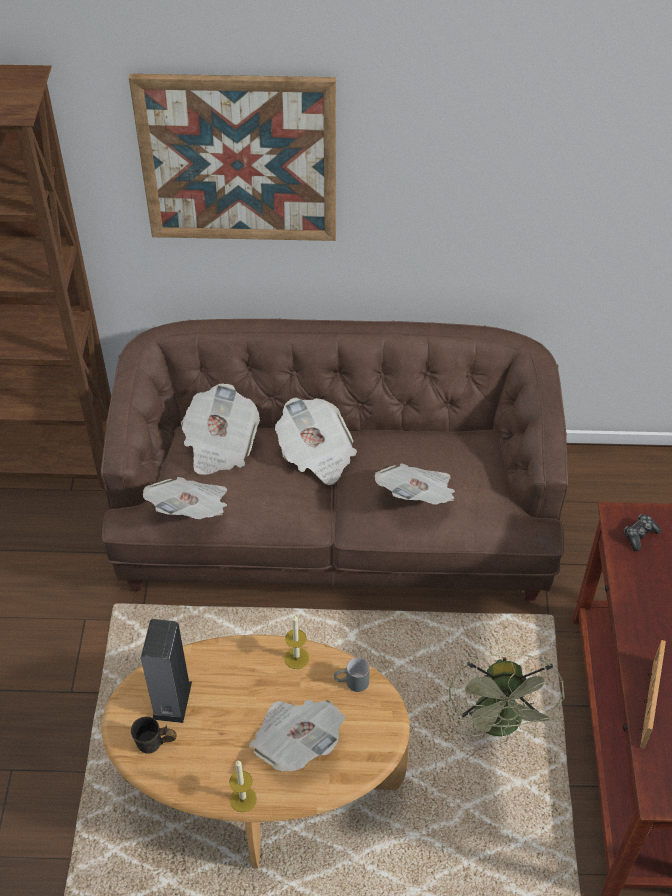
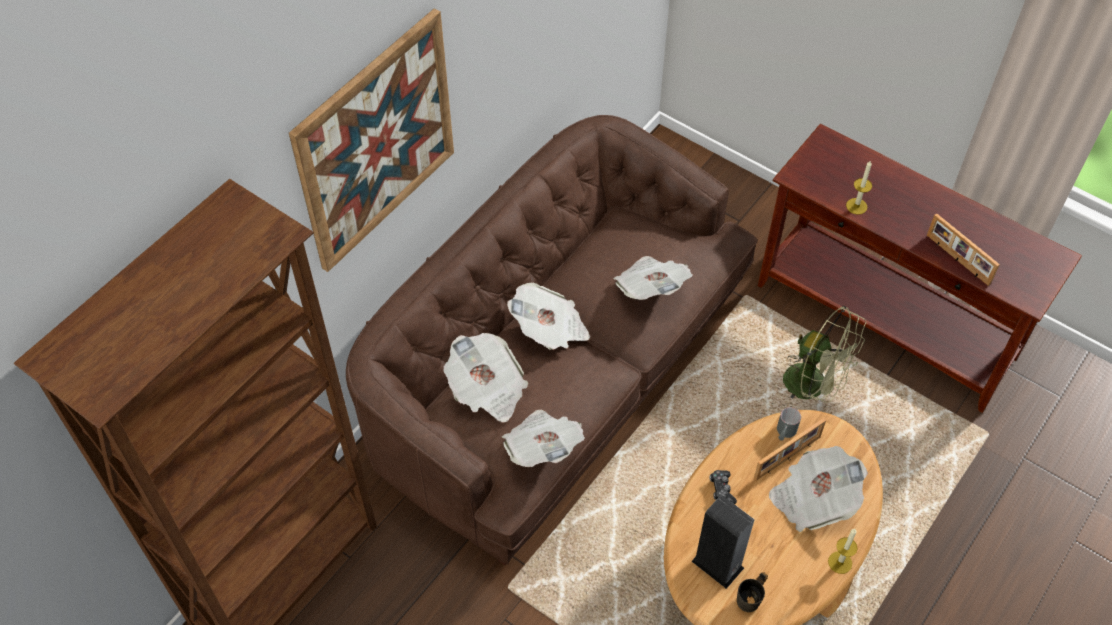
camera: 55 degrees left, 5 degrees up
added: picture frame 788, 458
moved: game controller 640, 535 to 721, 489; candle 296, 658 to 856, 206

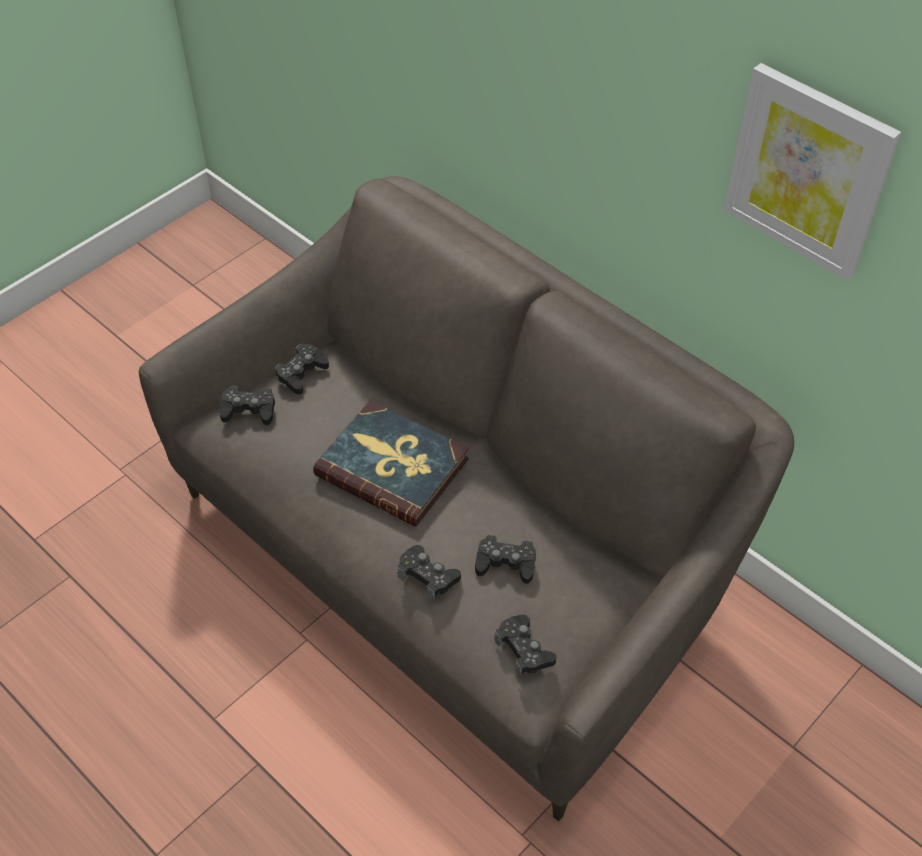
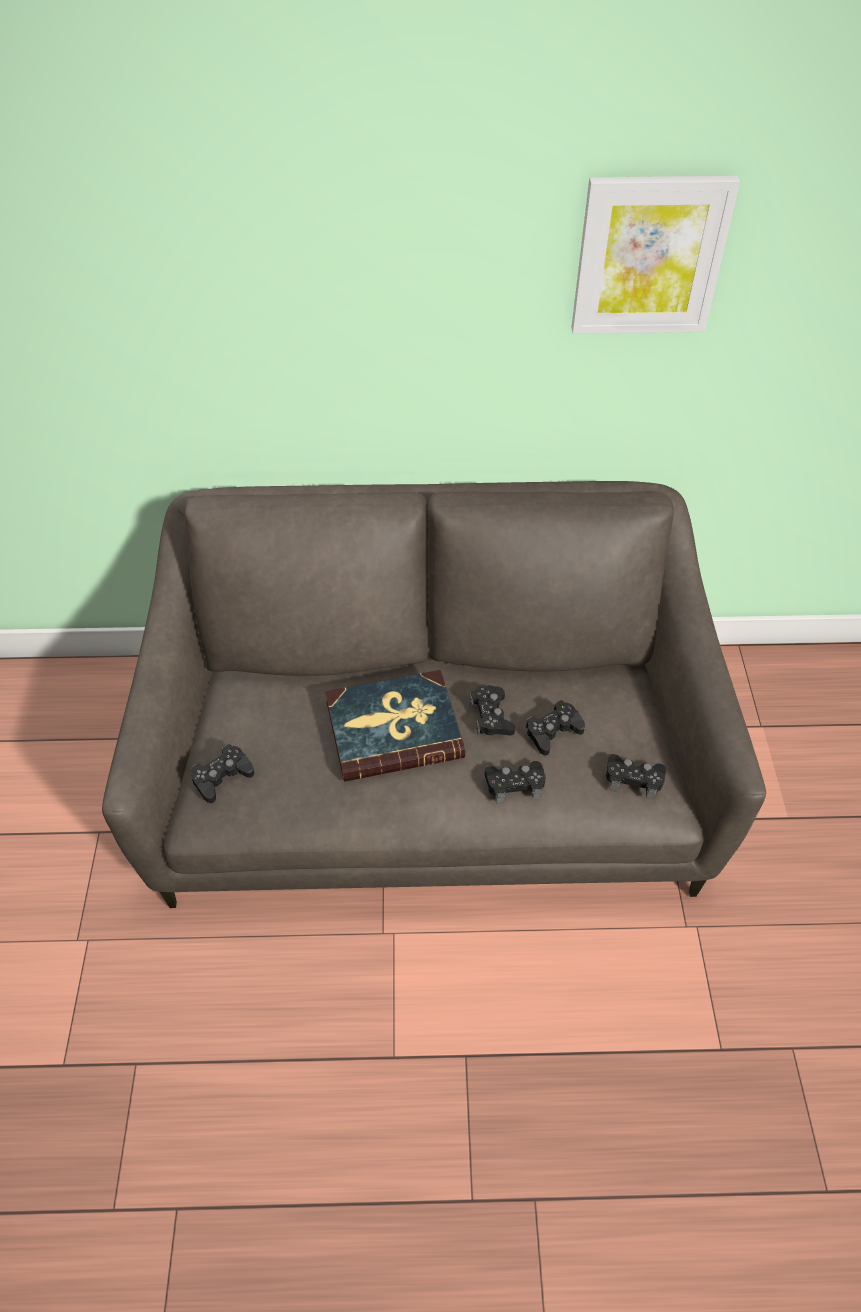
camera: 45 degrees left, 0 degrees up
moved: game controller (black) 301, 373 to 491, 716

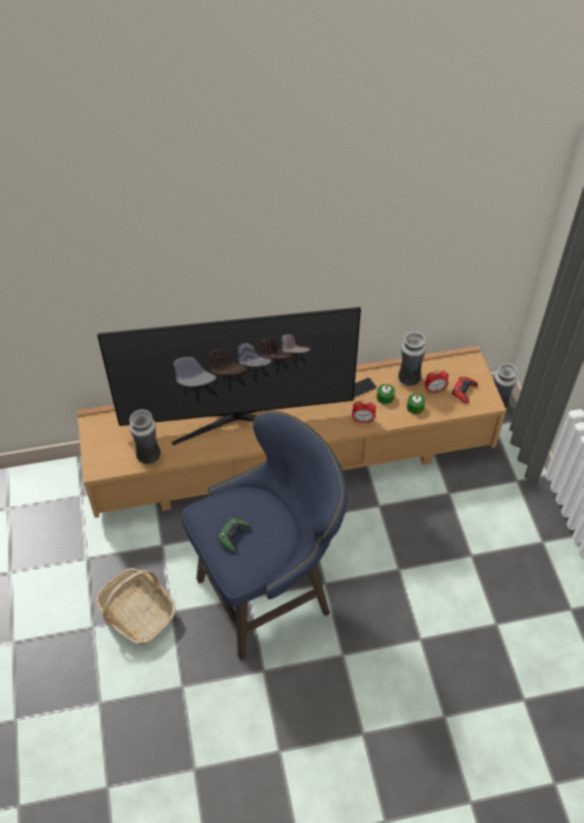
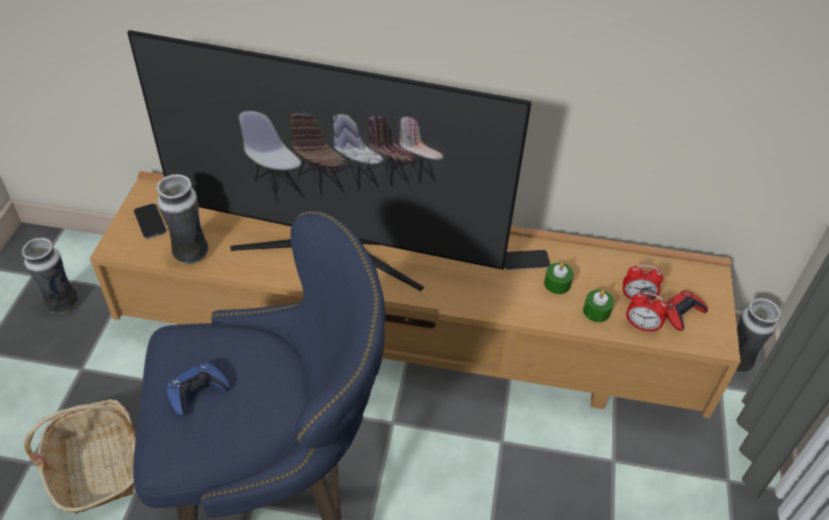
camera: 20 degrees right, 5 degrees down
added: phone 150, 222
moved: vase 408, 379 to 62, 304; alarm clock 363, 420 to 641, 326
recoloured: game controller (green) 234, 536 to game controller (blue) 197, 392

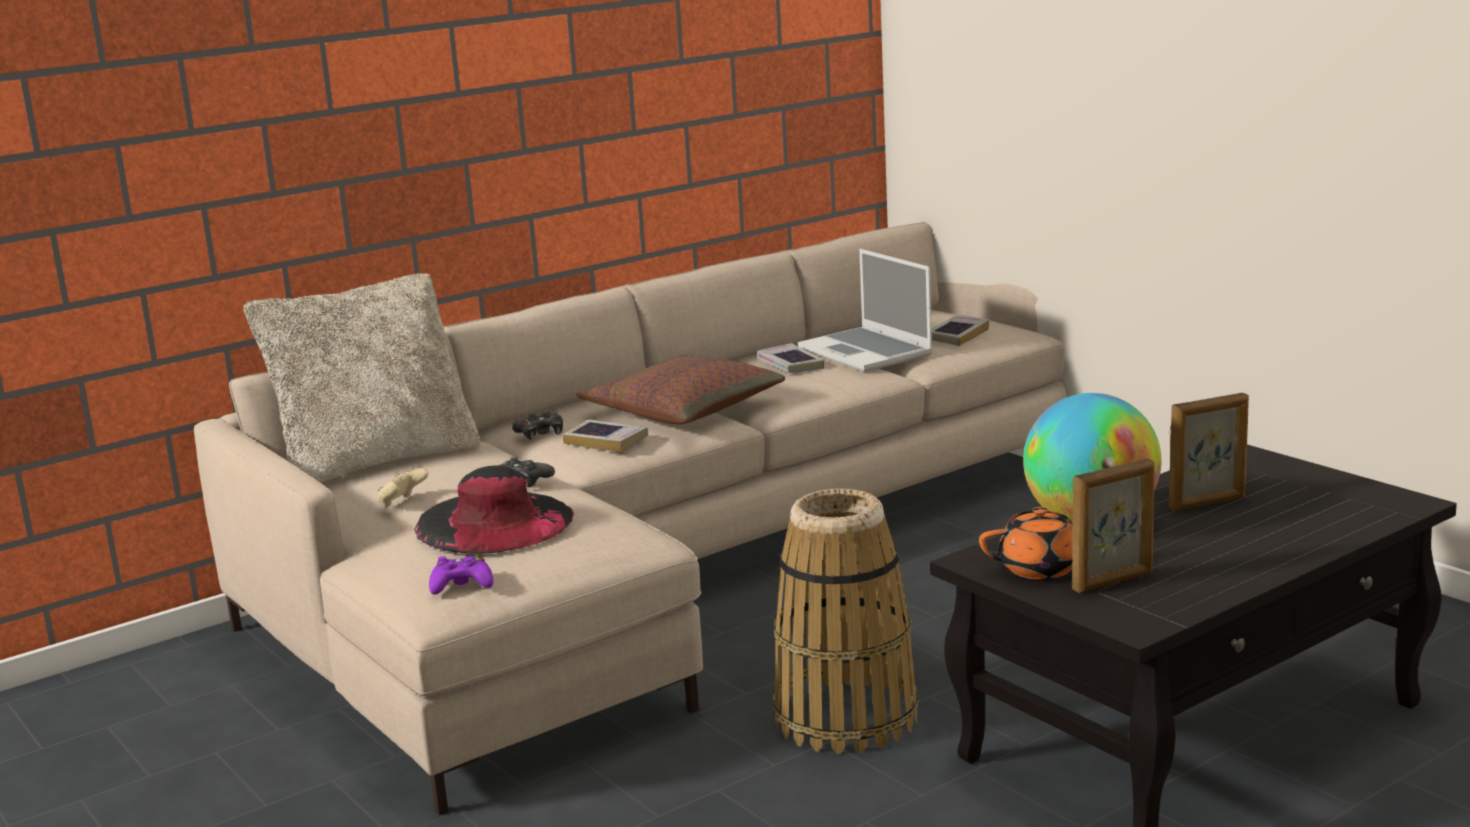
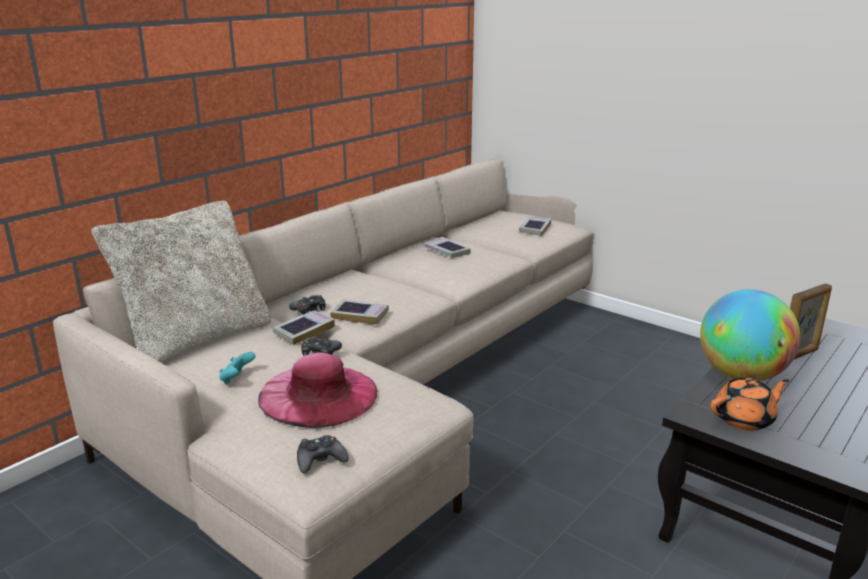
camera: 15 degrees left, 5 degrees up
removed: laptop 867, 352; pillow (brown) 682, 410; picture frame 1113, 582; basket 846, 717
added: book 304, 331
recoloured: hat (black) 494, 522 to hat (pink) 318, 394; game controller (beige) 402, 503 to game controller (turquoise) 237, 379; game controller (purple) 461, 585 to game controller (black) 320, 460

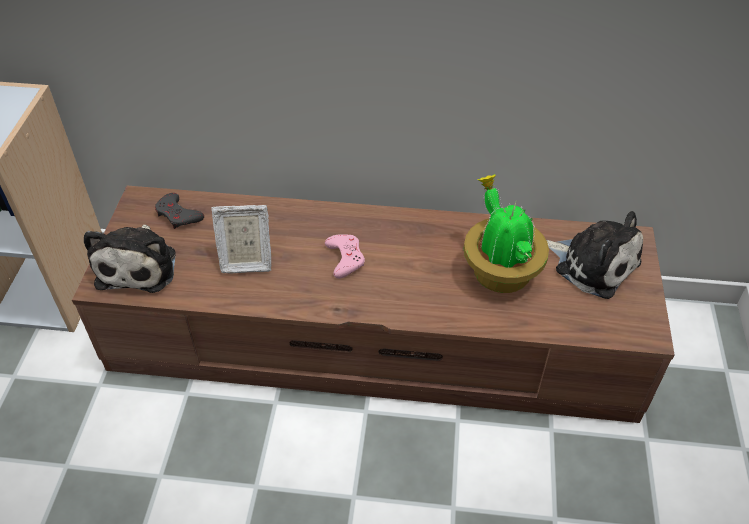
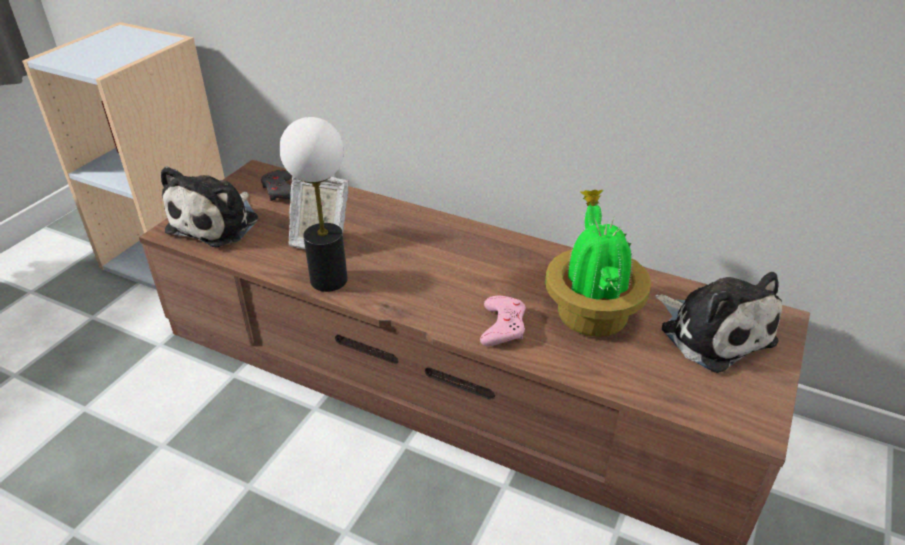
camera: 20 degrees right, 10 degrees down
added: table lamp 329, 280
moved: game controller (pink) 345, 258 to 503, 326

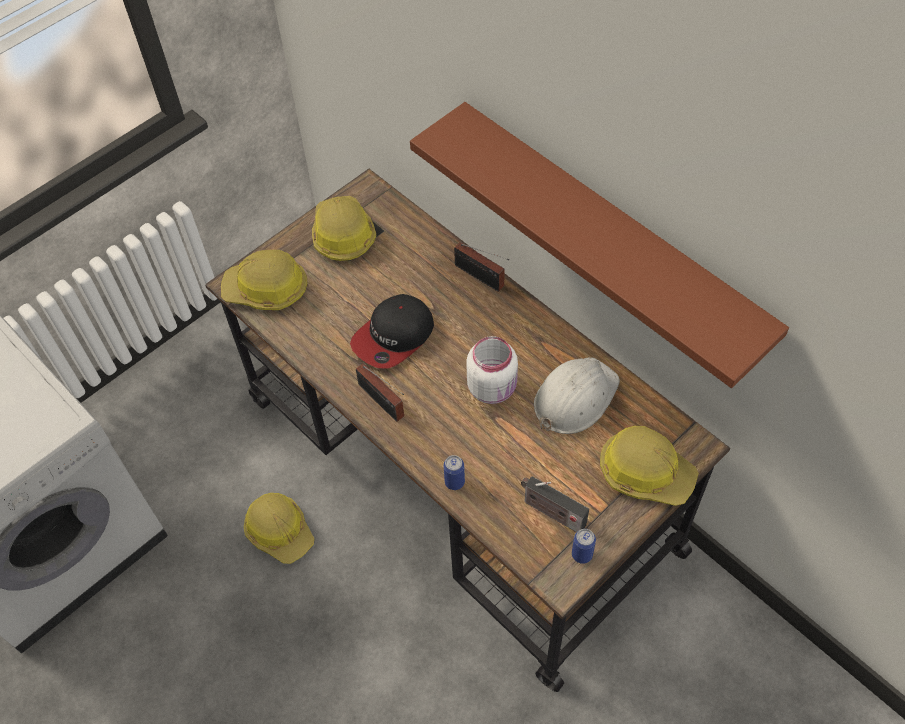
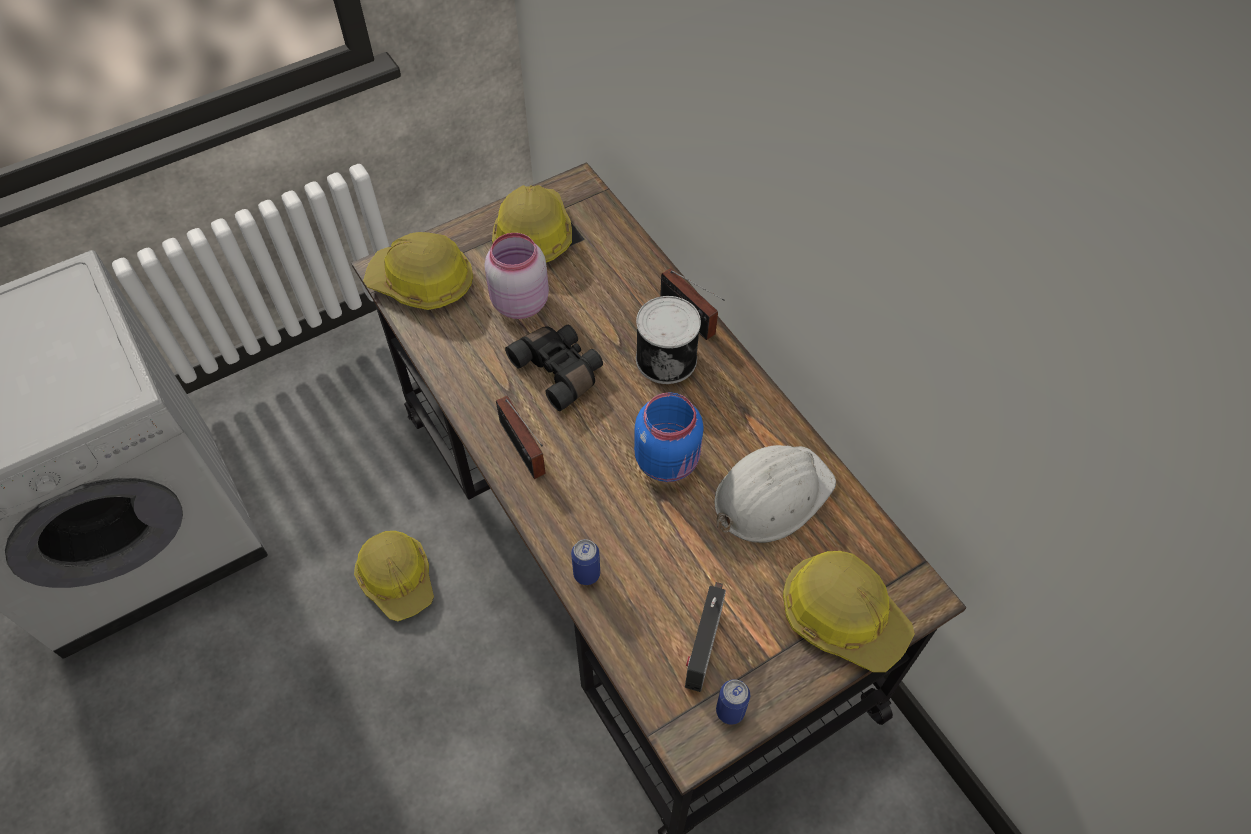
camera: 10 degrees right, 0 degrees up
removed: shelf (brown) 609, 234
added: jar (pink) 518, 302; can 666, 357
replaced: cap 394, 337 to binoculars (black) 560, 370
recoloured: jar (white) 493, 387 to jar (blue) 669, 460
turned: radio 551, 512 = 703, 643 60 degrees clockwise

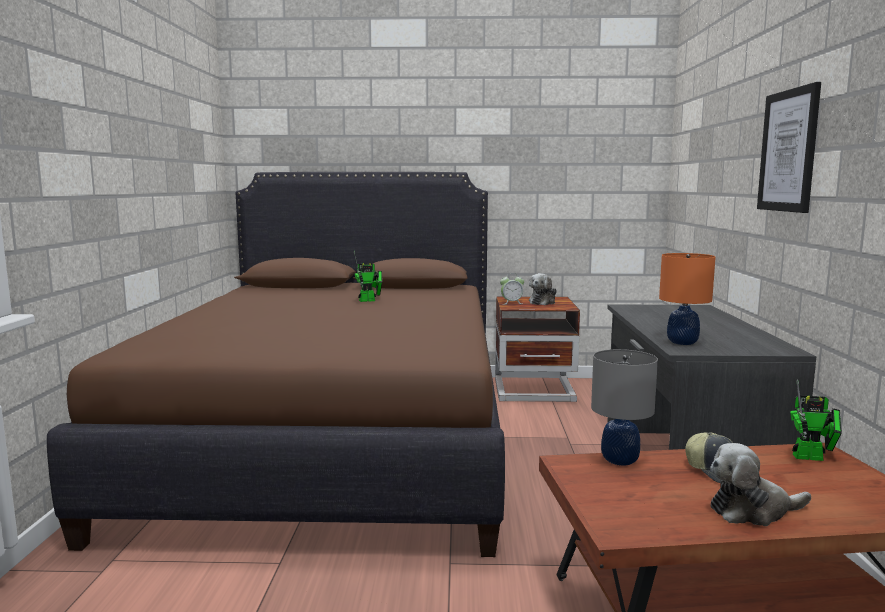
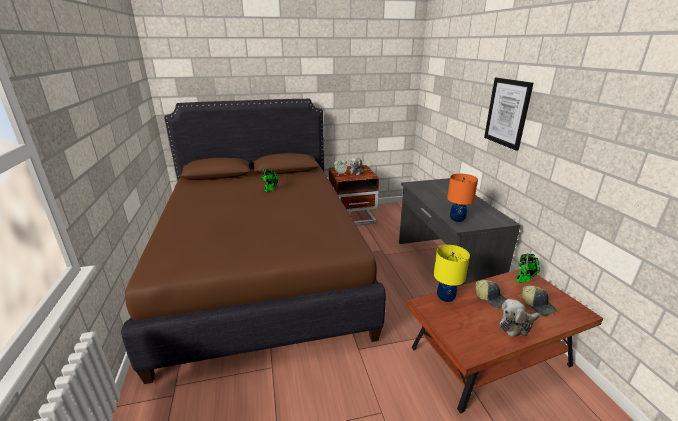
camera: 15 degrees left, 15 degrees up
added: cap 537, 305
recoloured: table lamp (grey) 621, 461 to table lamp (yellow) 446, 297

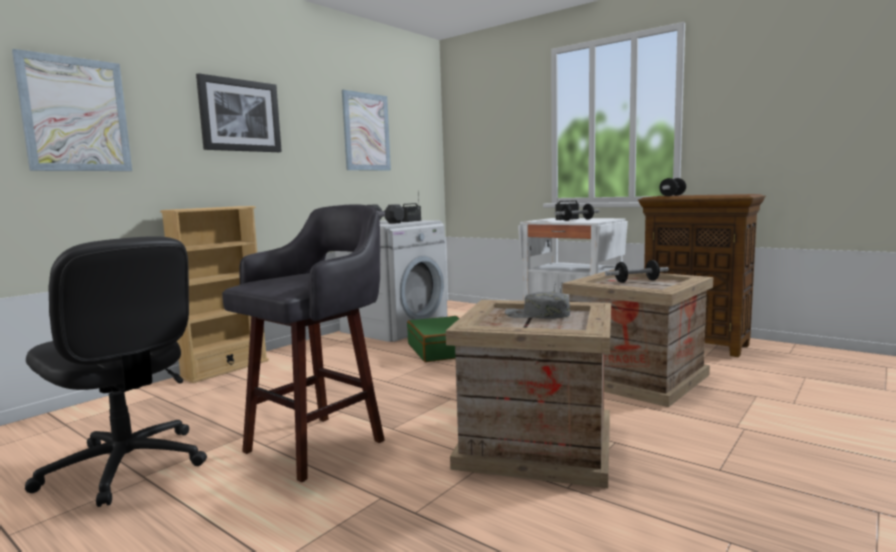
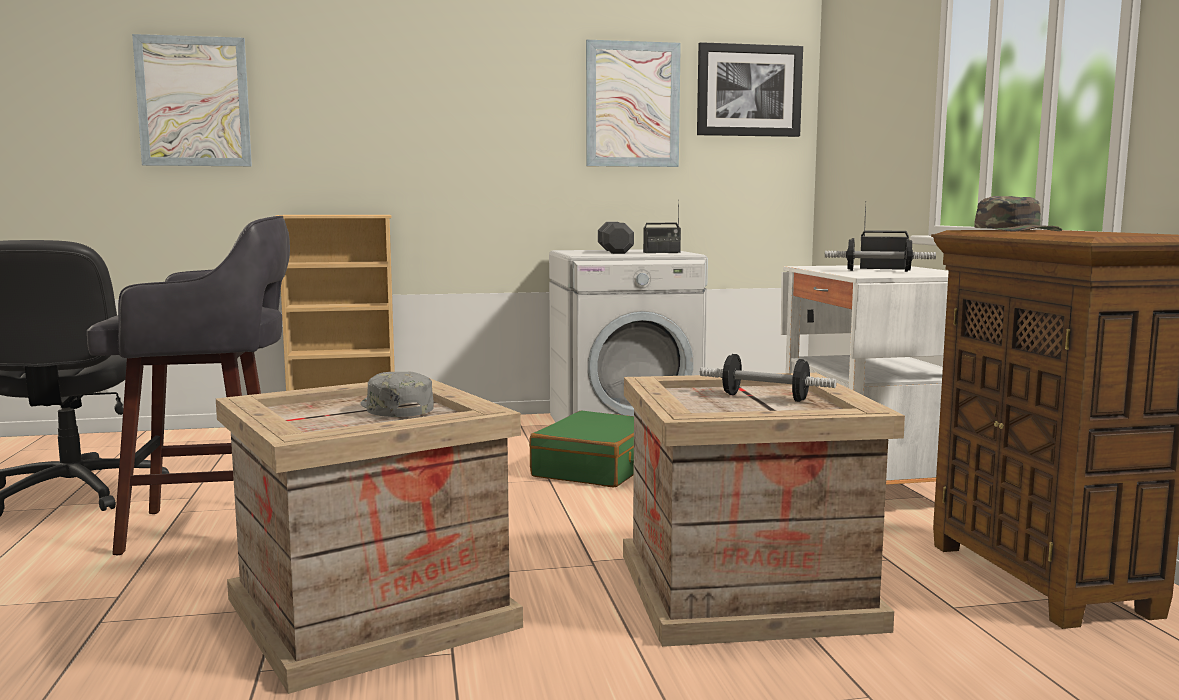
camera: 40 degrees right, 0 degrees up
moved: picture 240, 115 to 749, 90
replaced: dumbbell 672, 195 to cap (green) 1016, 230

